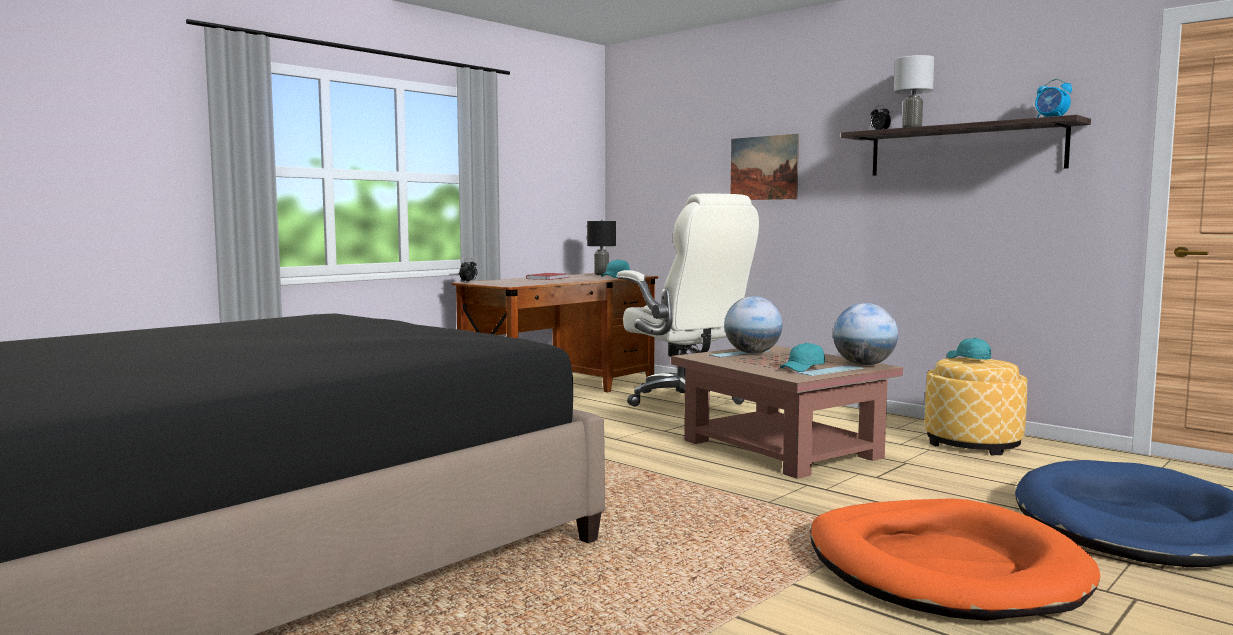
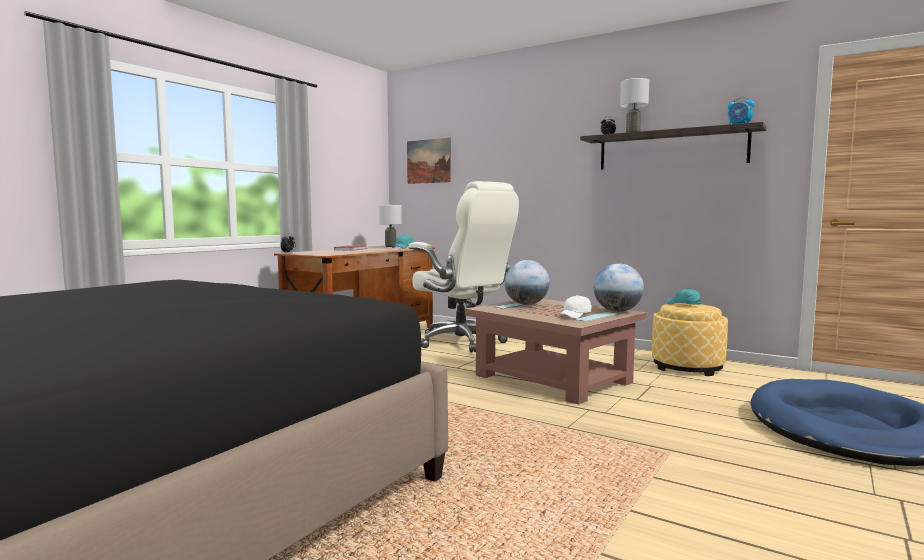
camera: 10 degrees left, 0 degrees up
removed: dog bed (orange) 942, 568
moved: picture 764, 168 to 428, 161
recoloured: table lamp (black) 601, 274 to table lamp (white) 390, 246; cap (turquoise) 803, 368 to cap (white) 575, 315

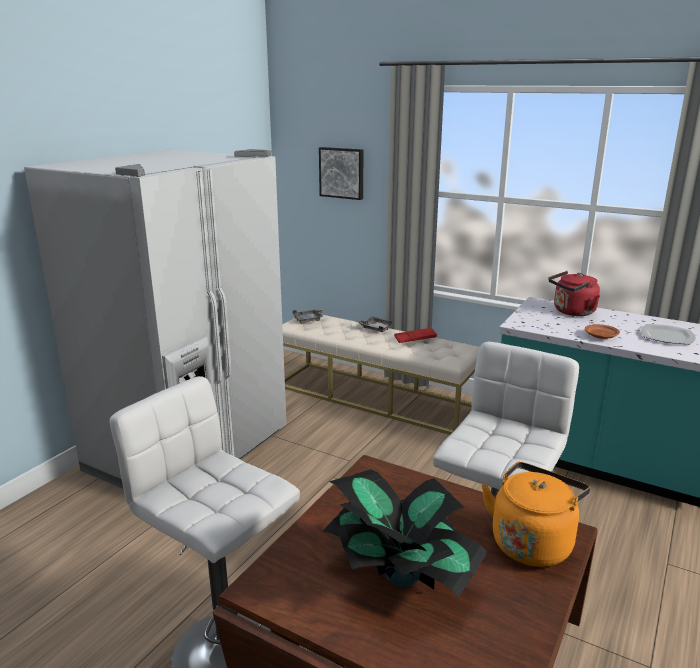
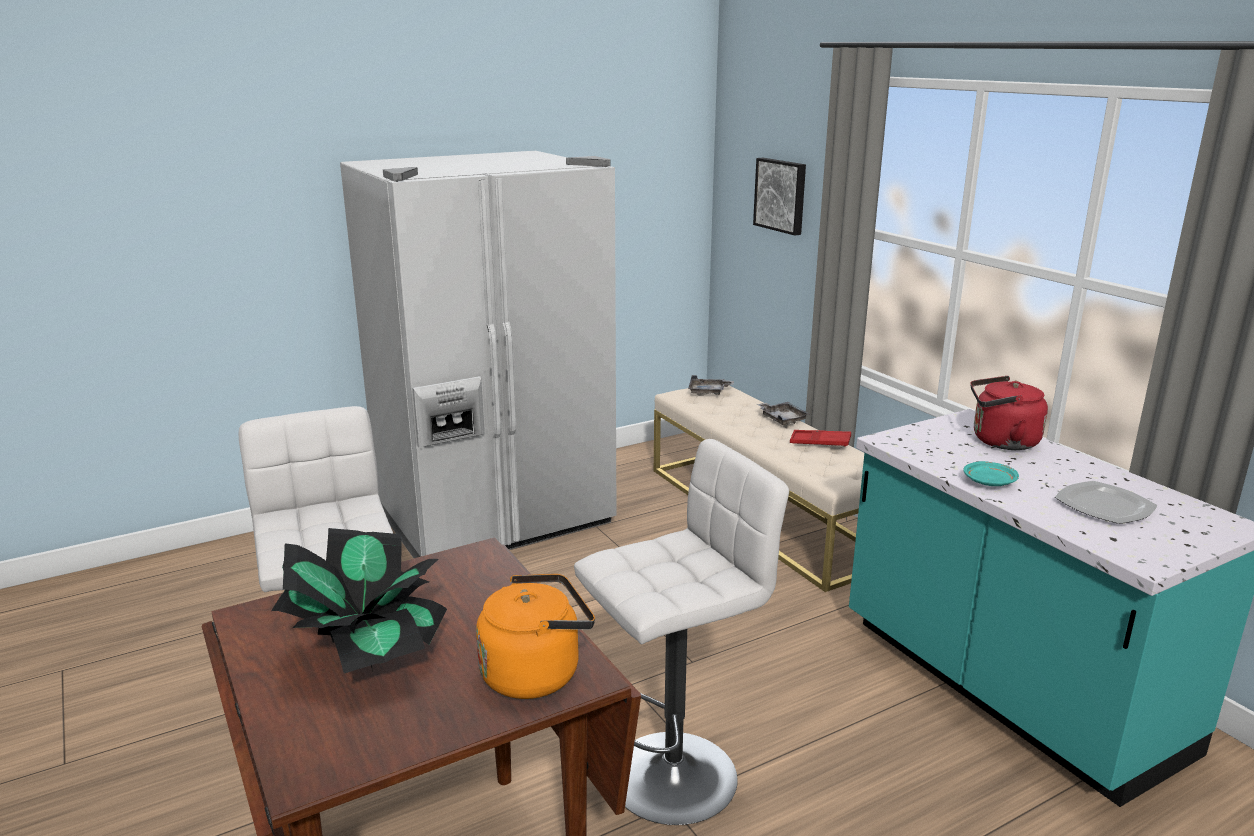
camera: 30 degrees right, 0 degrees up
recoloured: plate (brown) 601, 336 to plate (turquoise) 989, 482

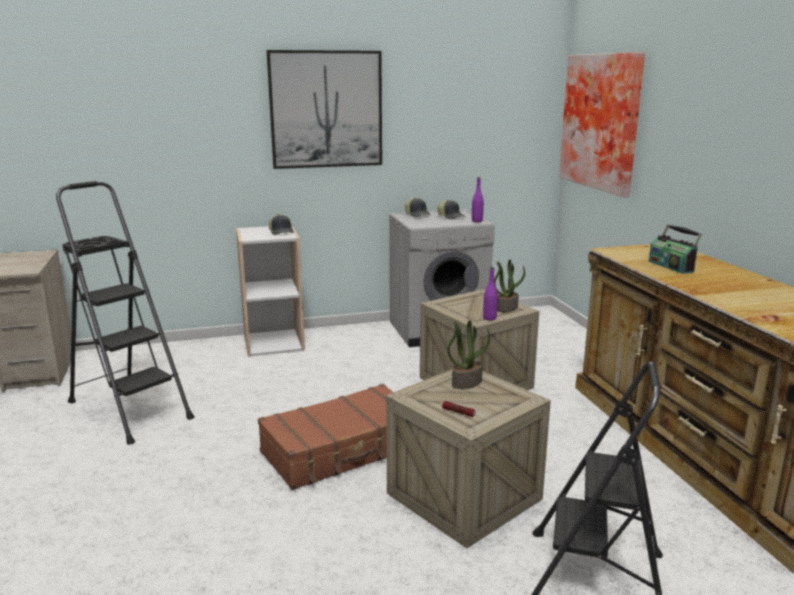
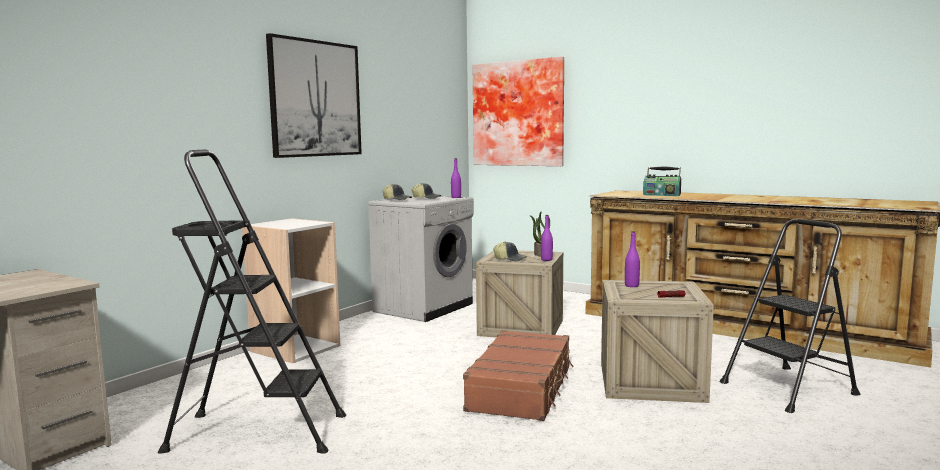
camera: 40 degrees left, 10 degrees down
moved: cap 281, 232 to 510, 259
replaced: potted plant 466, 382 to bottle (purple) 631, 286

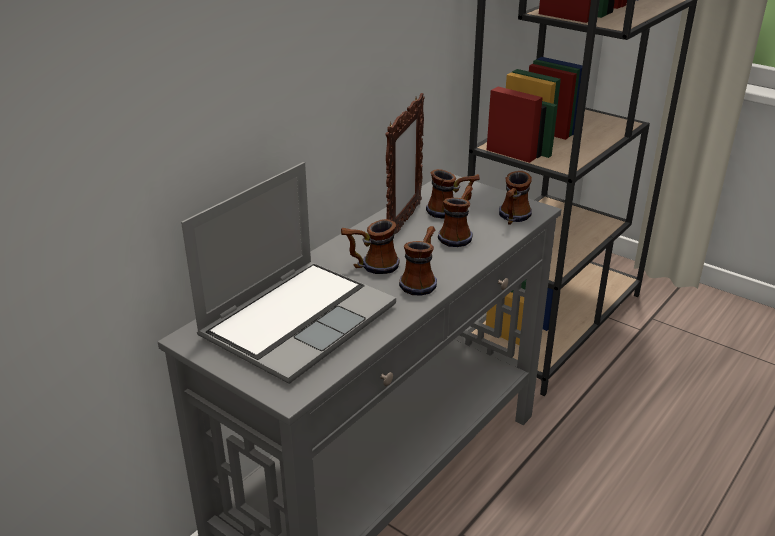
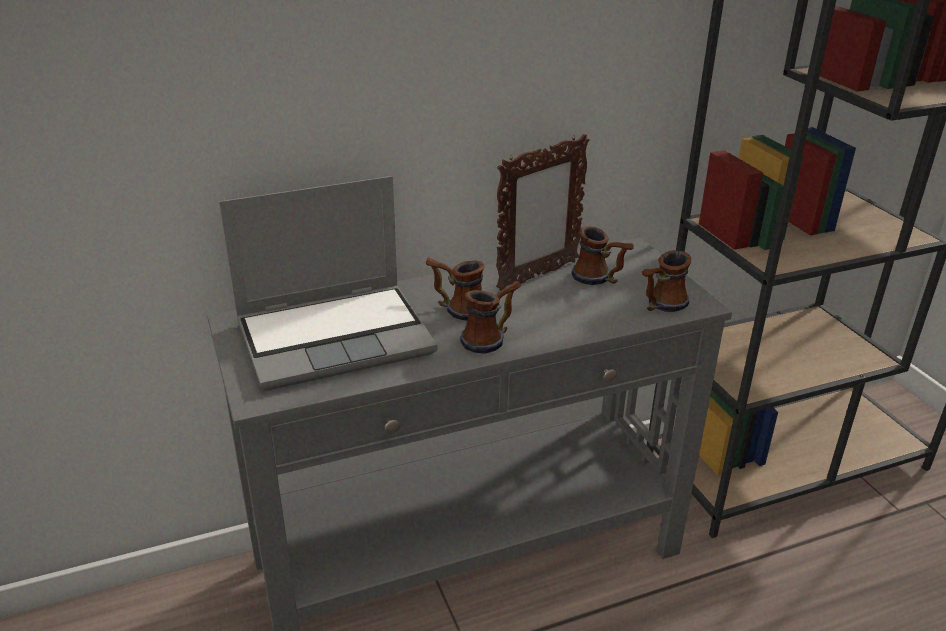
camera: 30 degrees right, 0 degrees up
removed: mug 458, 234

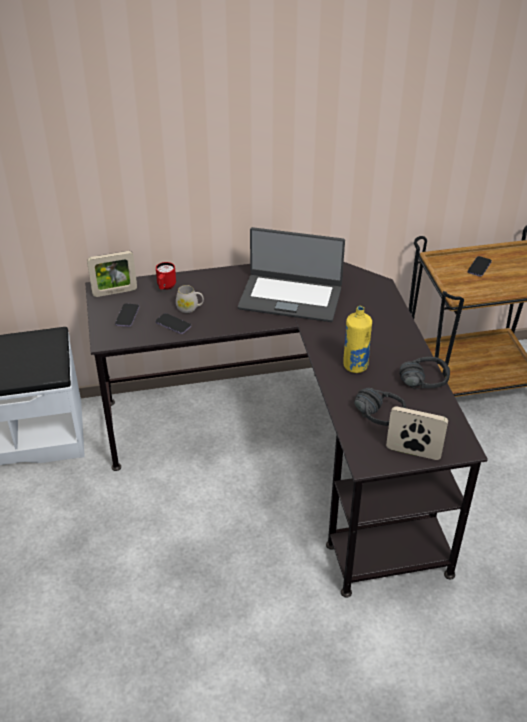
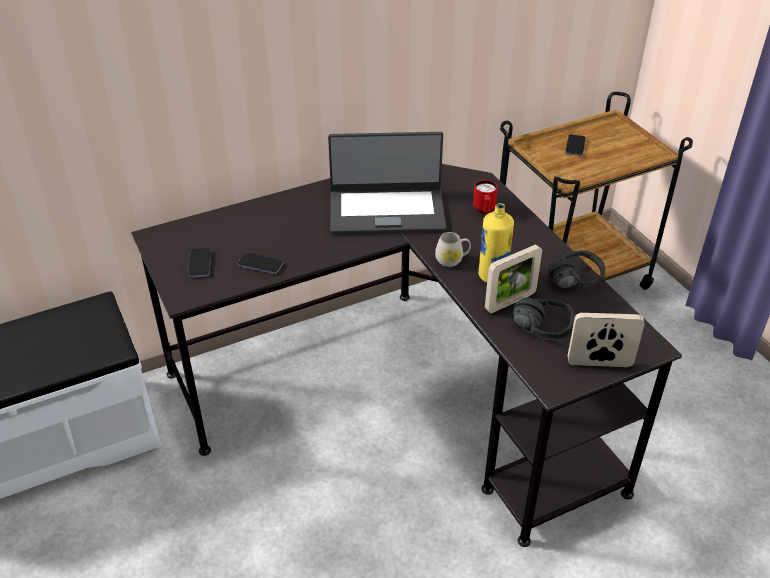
camera: 15 degrees left, 0 degrees up
moved: picture frame 115, 292 to 510, 302; mug (red) 165, 287 to 484, 210; mug (white) 190, 308 to 452, 260

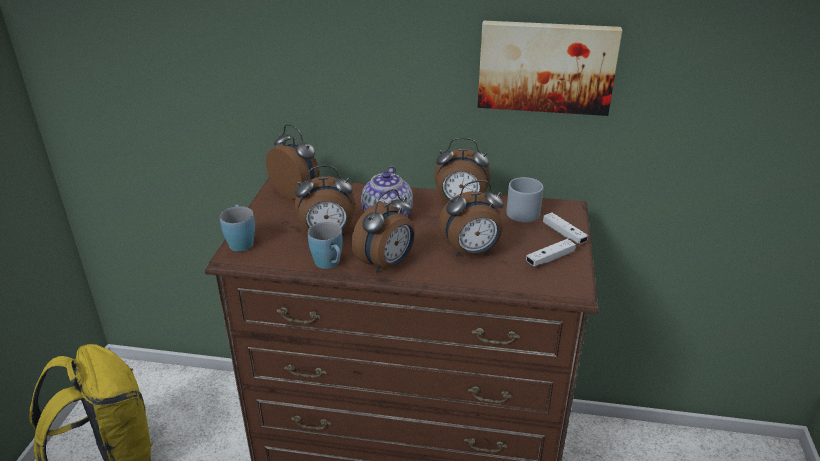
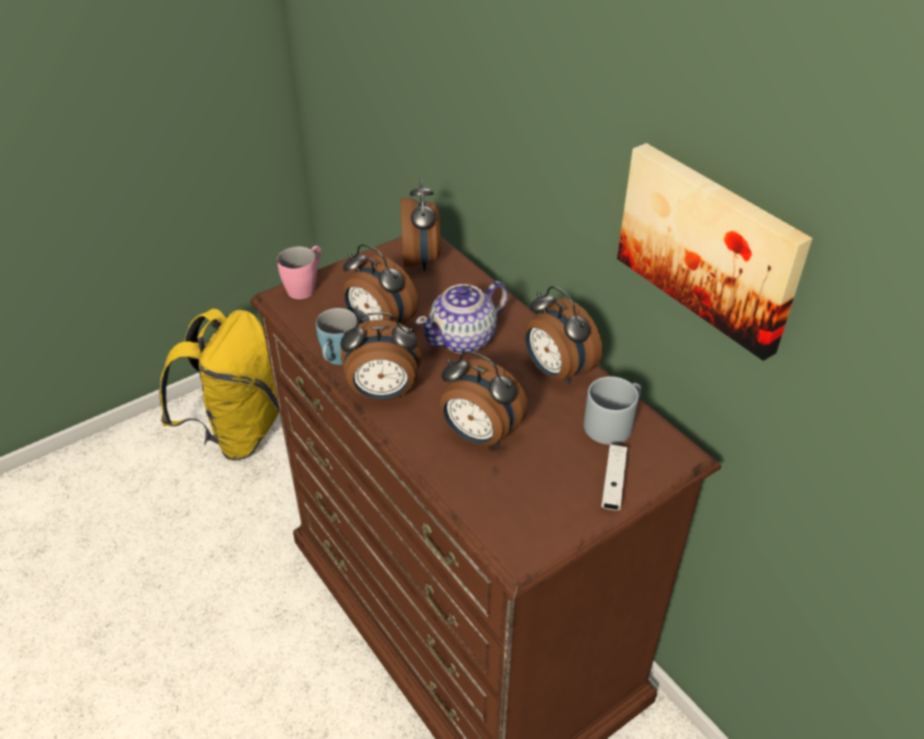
camera: 45 degrees right, 10 degrees up
removed: game controller (white) 550, 258
recoloured: mug (blue) 241, 241 to mug (pink) 305, 286

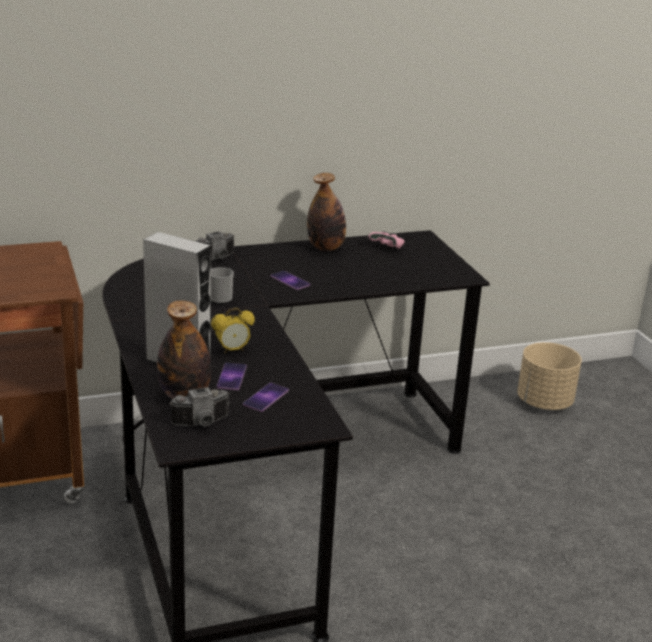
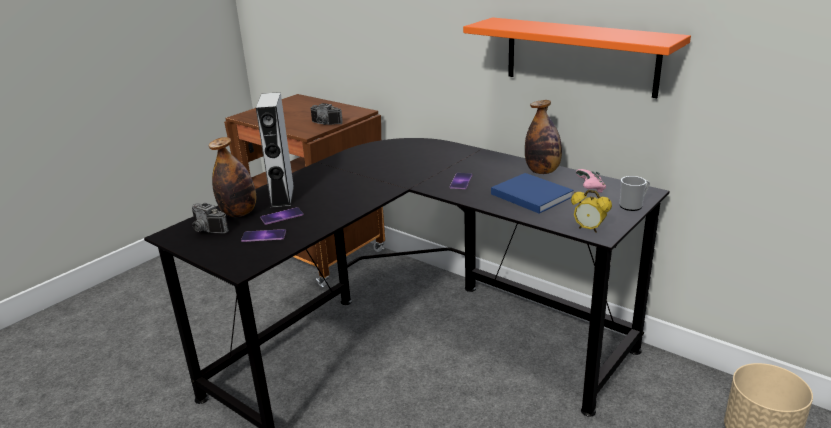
camera: 60 degrees right, 0 degrees up
added: shelf (orange) 580, 56; book (blue) 529, 195
moved: photo camera 217, 258 to 324, 124; mug 221, 298 to 633, 206; alarm clock 232, 350 to 588, 229

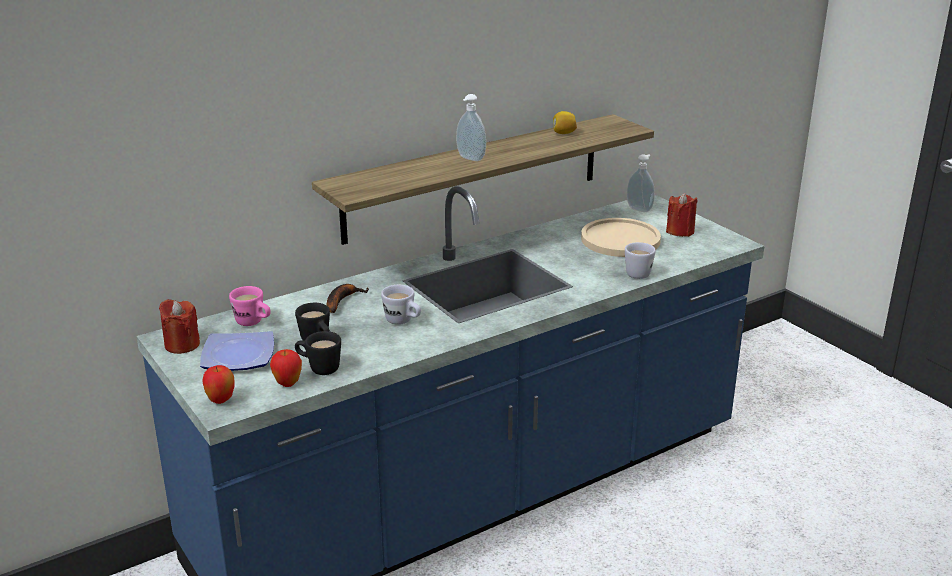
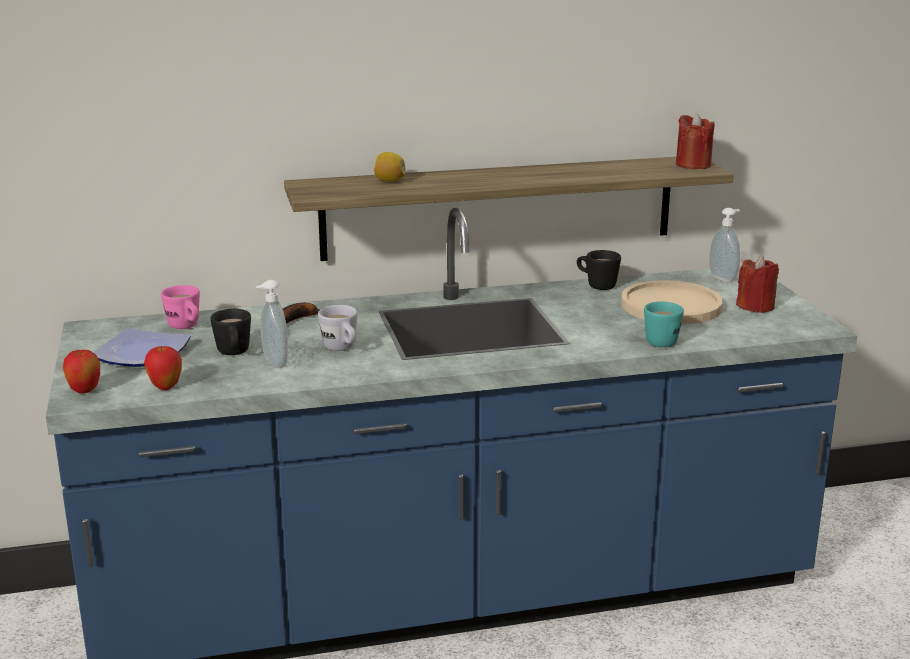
camera: 20 degrees right, 5 degrees down
moved: soap dispenser 470, 159 to 273, 363; lemon 563, 133 to 389, 181; candle (red) 182, 345 to 693, 165; mug (black) 319, 368 to 596, 285
recoloured: mug (white) 635, 272 to mug (turquoise) 660, 340

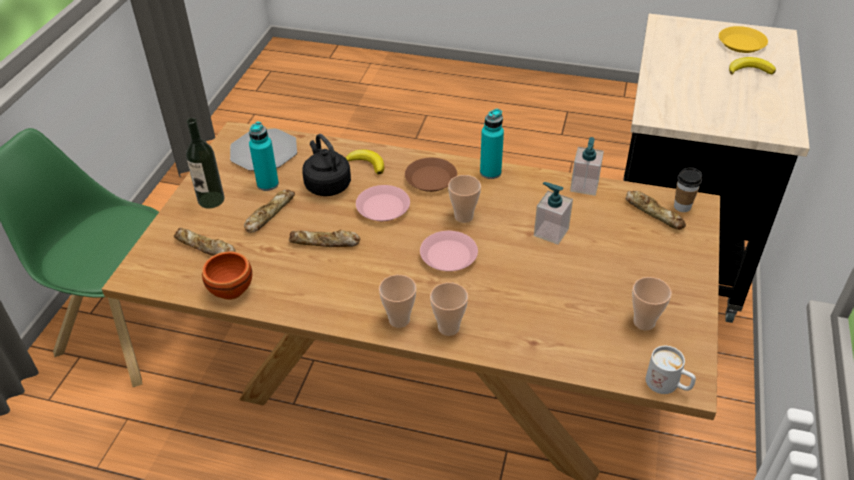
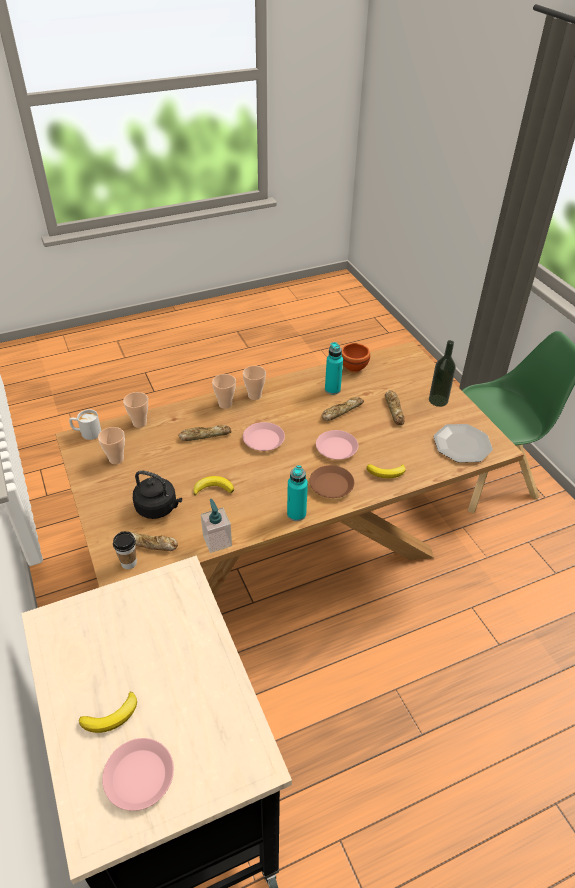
camera: 140 degrees right, 0 degrees up
moved: bottle (turquoise) 268, 184 to 332, 389; kettle (black) 327, 184 to 158, 508; cup 463, 217 to 139, 423; bread 205, 247 to 205, 435
replaced: soap dispenser 551, 232 to banana 213, 488
recoloured: plate (yellow) 741, 43 to plate (pink) 139, 776

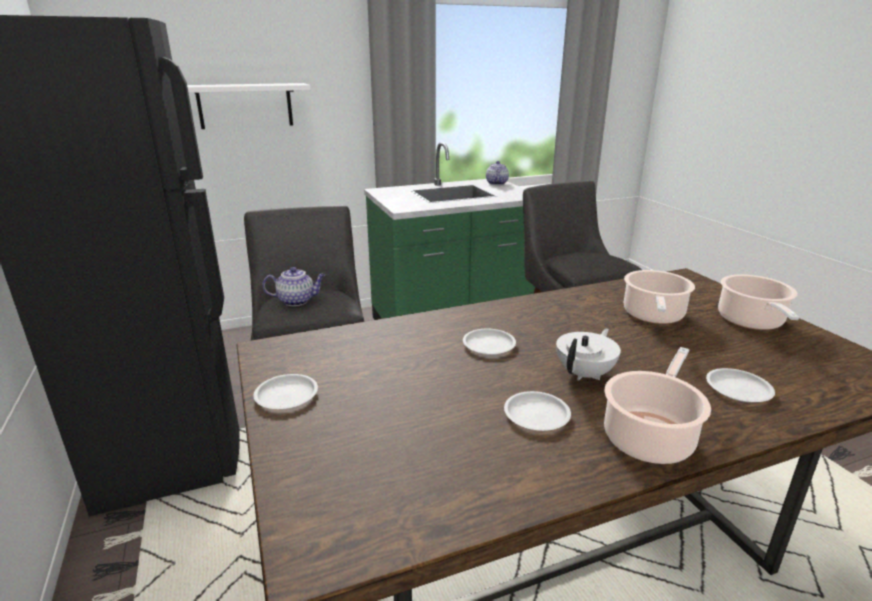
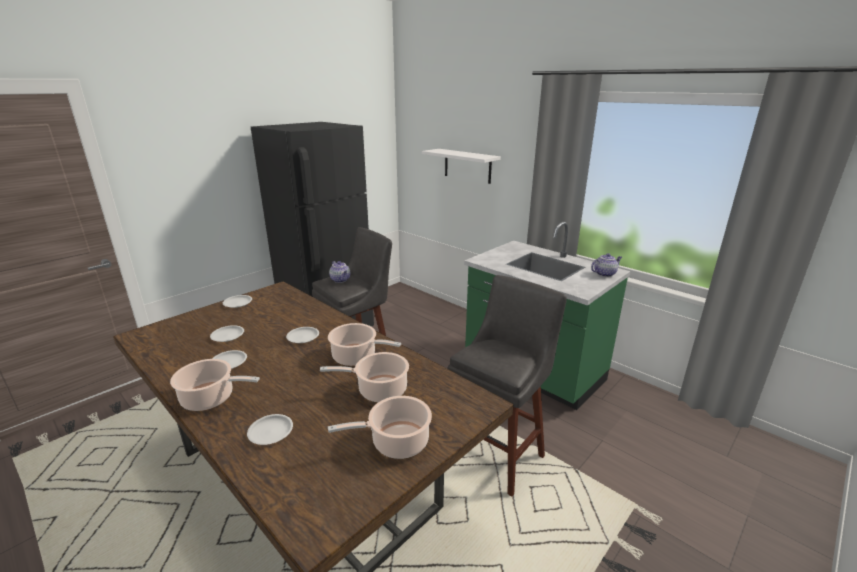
camera: 65 degrees right, 0 degrees up
removed: teapot (white) 585, 374
added: cooking pot 357, 357; plate (white) 227, 335

